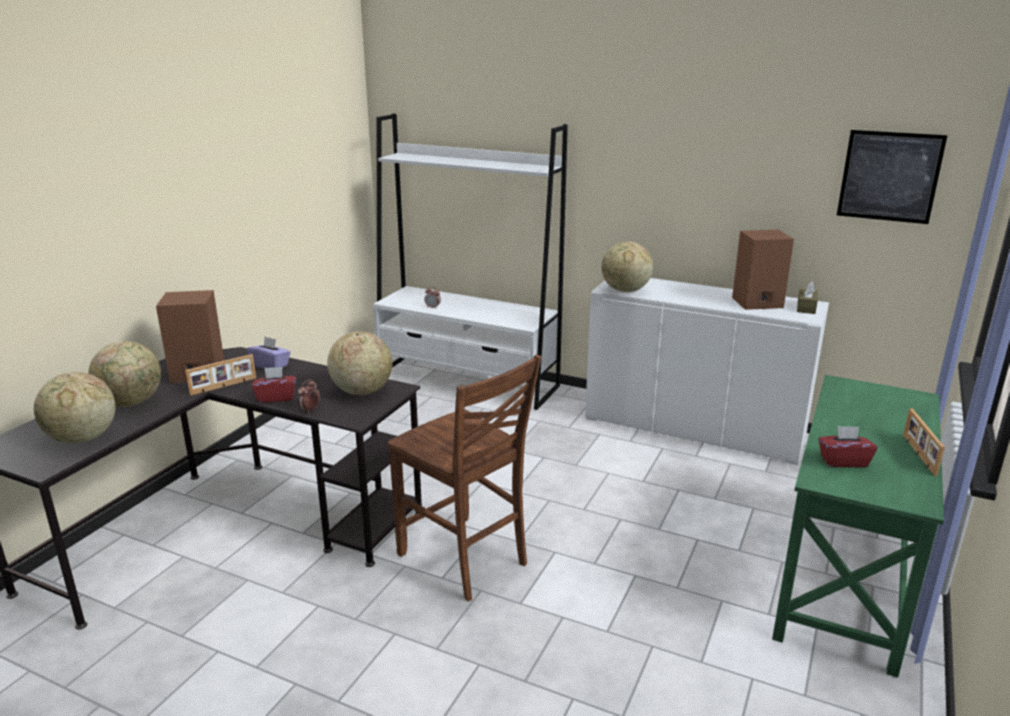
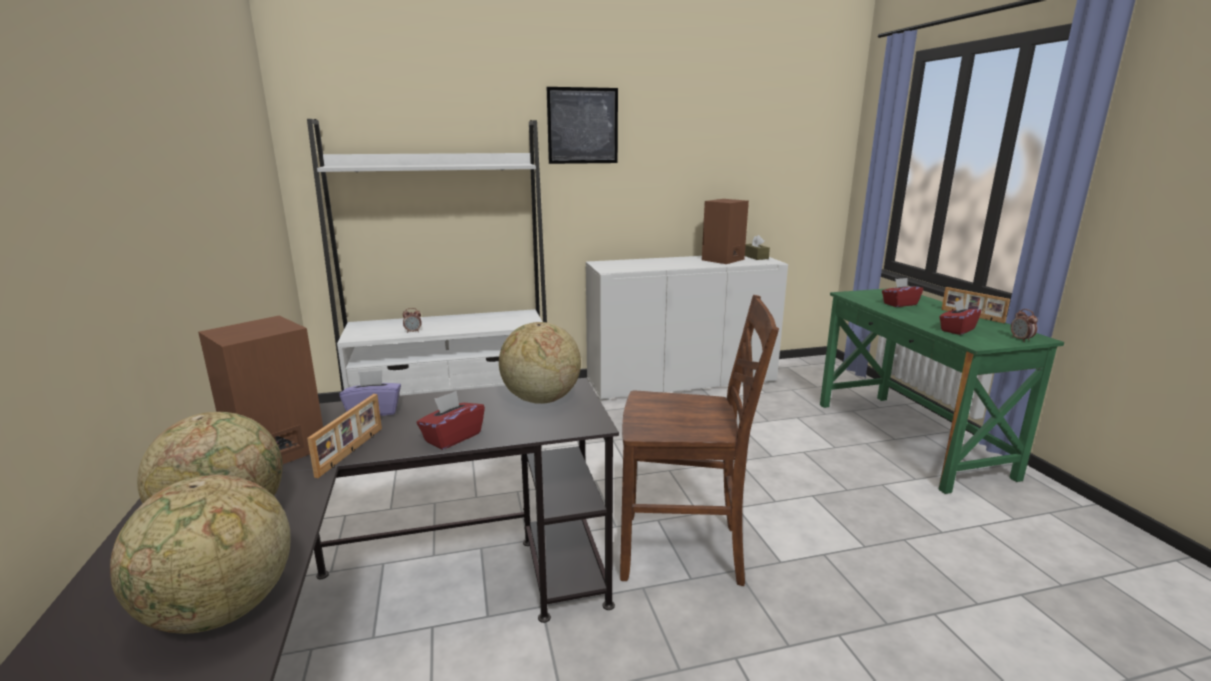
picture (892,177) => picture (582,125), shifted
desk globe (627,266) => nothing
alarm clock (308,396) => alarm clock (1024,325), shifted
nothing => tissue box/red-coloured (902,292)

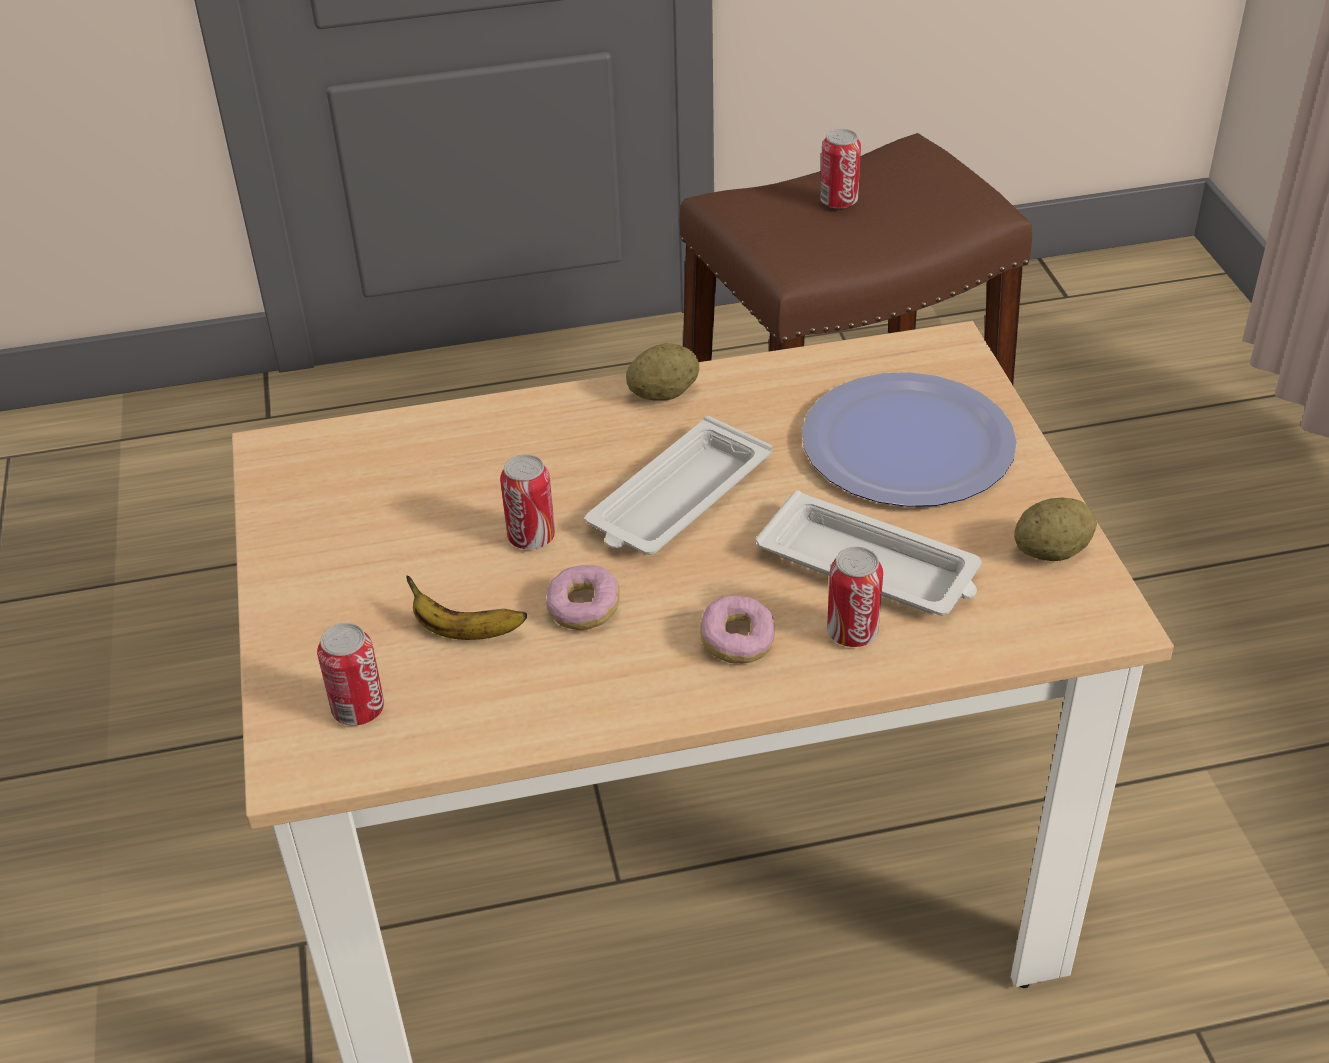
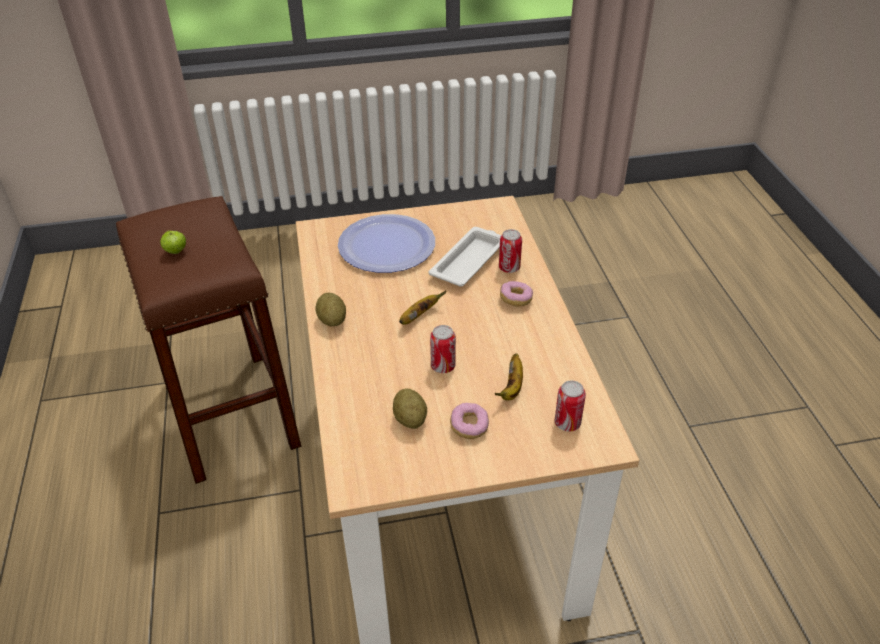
sealed can (840,169) => apple (173,242)
serving tray/white (678,485) => whole banana (422,308)
whole potato (1055,529) => whole potato (410,408), shifted
ring doughnut (583,597) => ring doughnut (469,421), shifted

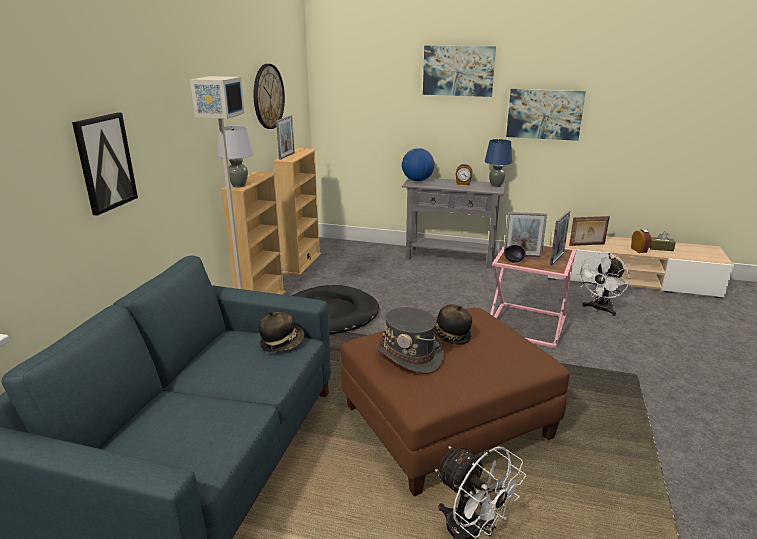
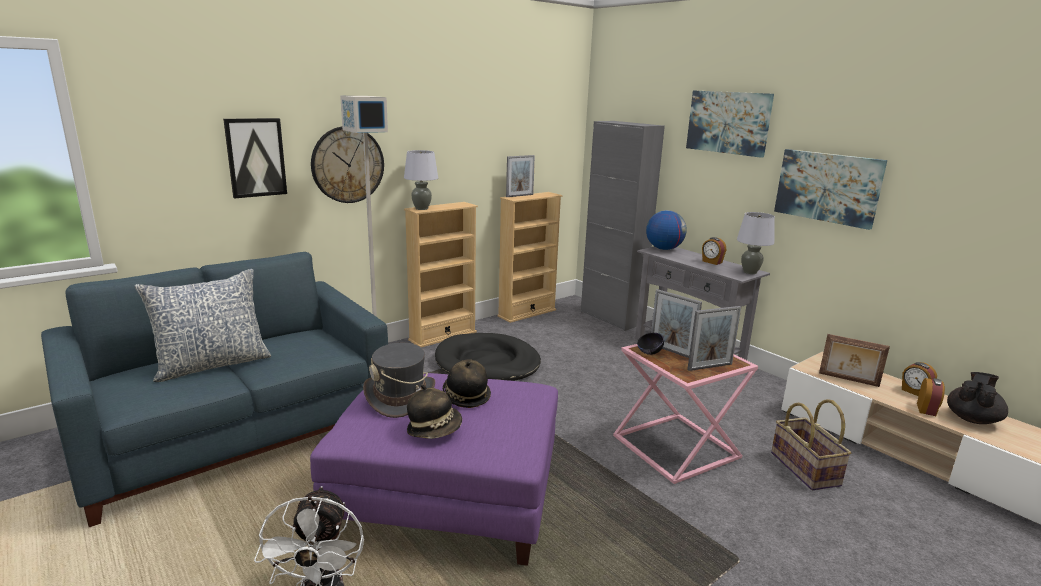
wall clock (269,96) => wall clock (347,165), shifted
lamp for a table/blue (498,163) => lamp for a table/greyish (756,243)
tissue box/brown (662,241) => teapot/black (977,398)
fan/white (603,284) => basket (811,444)
ottoman/brown (455,402) => ottoman/purplish (434,469)
wearable hat (282,332) => wearable hat (434,411), shifted
nothing => cabinet/greyish (623,226)
nothing => pillow (203,325)
nothing => alarm clock (919,379)

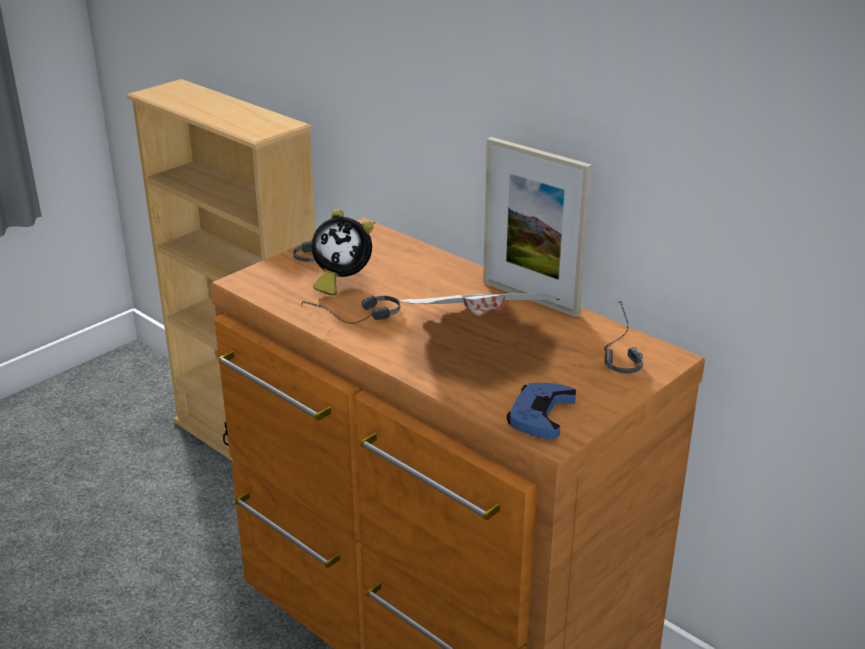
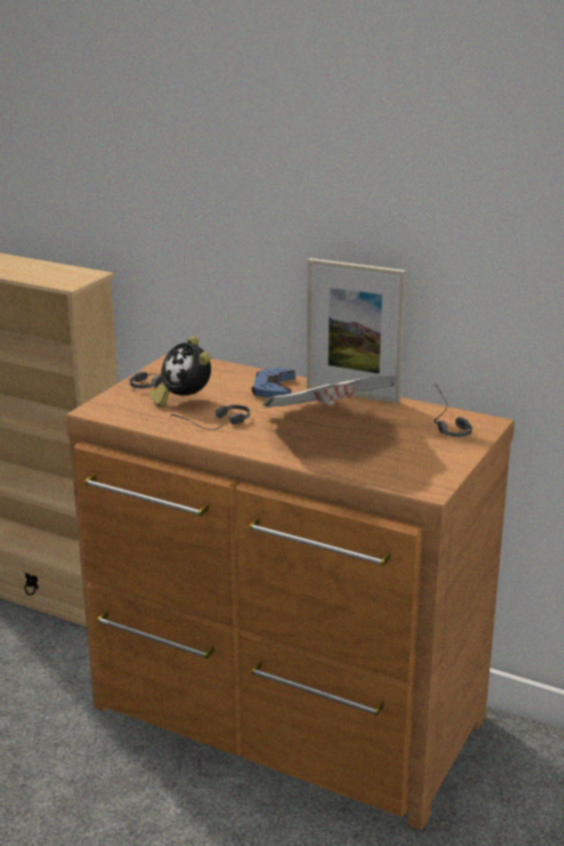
alarm clock (342,252) => alarm clock (180,371), 60 degrees clockwise
game controller/blue (541,411) => game controller/blue (273,383), shifted

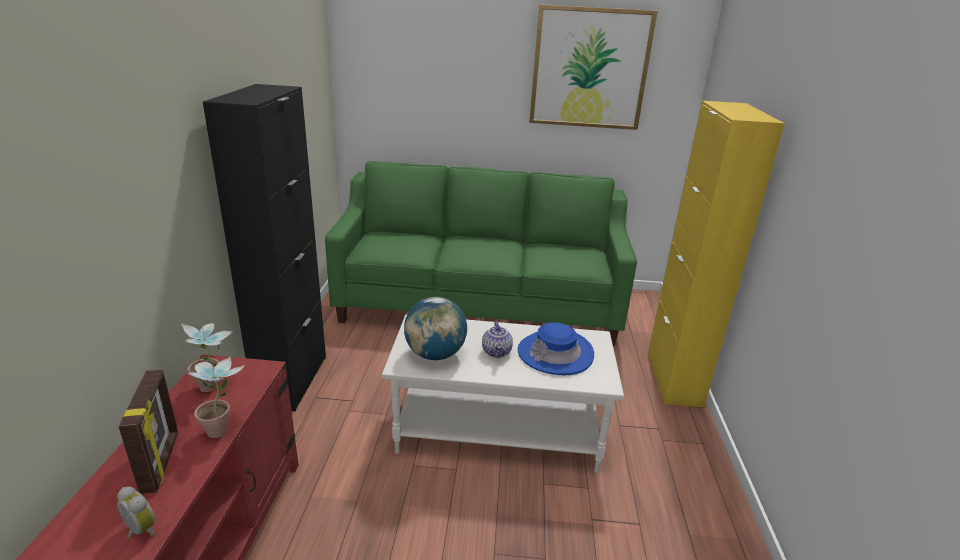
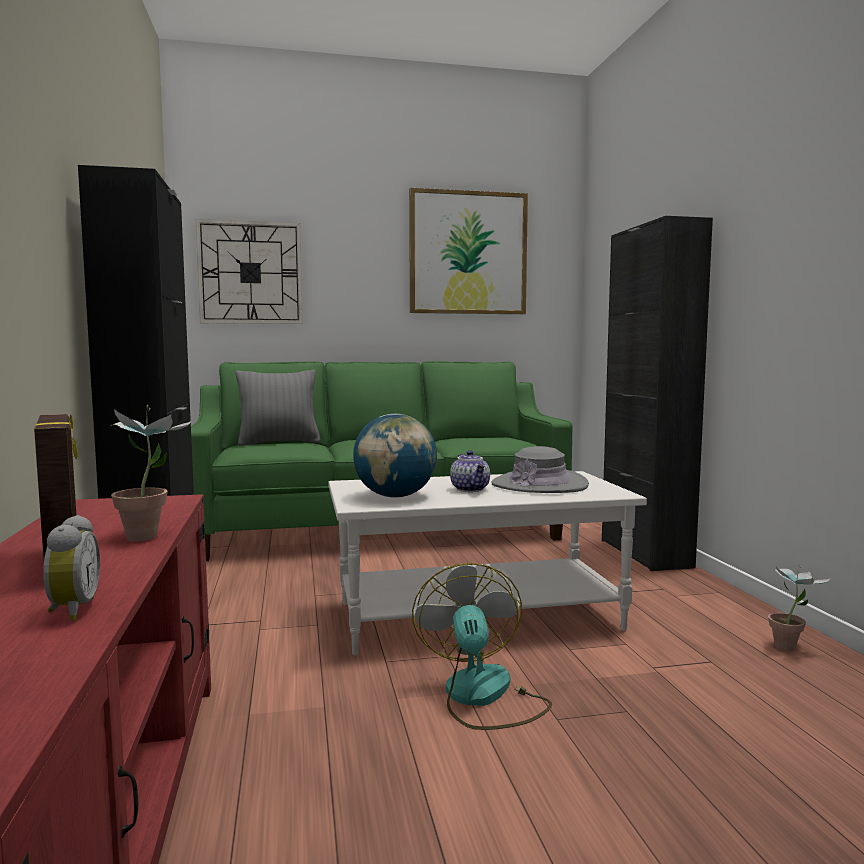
cabinet/yellow-coloured (716,254) => cabinet/black (657,393)
wearable hat/blue (556,348) => wearable hat/greyish (540,469)
houseplant (207,357) => houseplant (799,607), shifted
alarm clock (136,512) => alarm clock (71,568), 60 degrees clockwise
nothing => wall clock (249,271)
nothing => pillow/greyish (278,408)
nothing => fan (482,646)

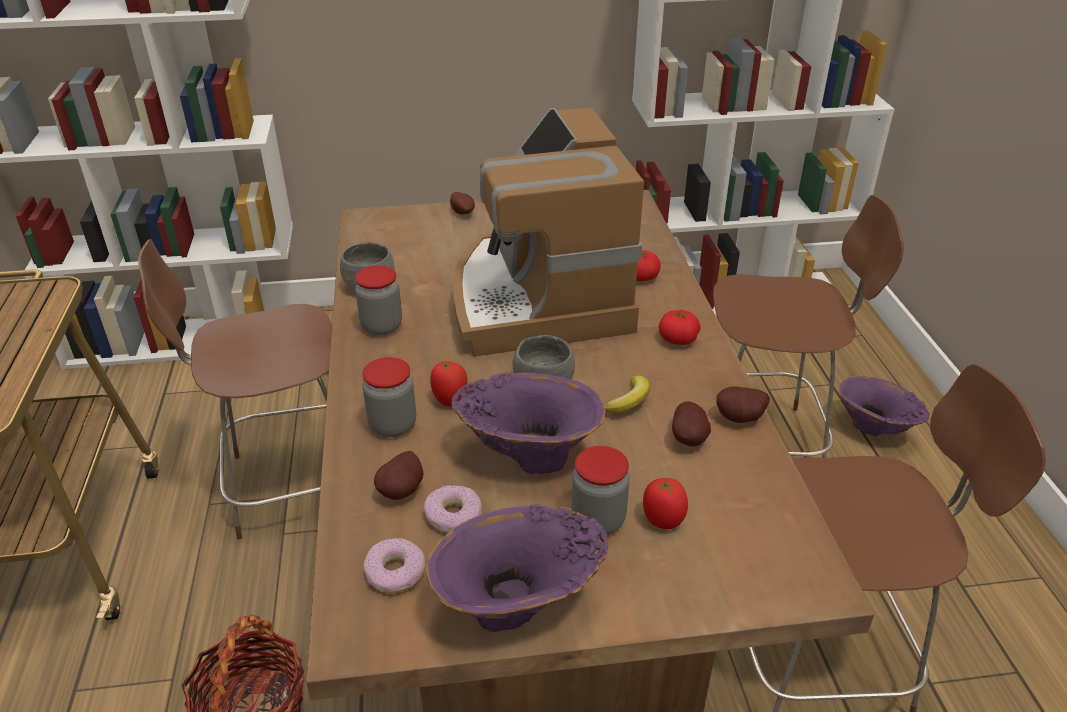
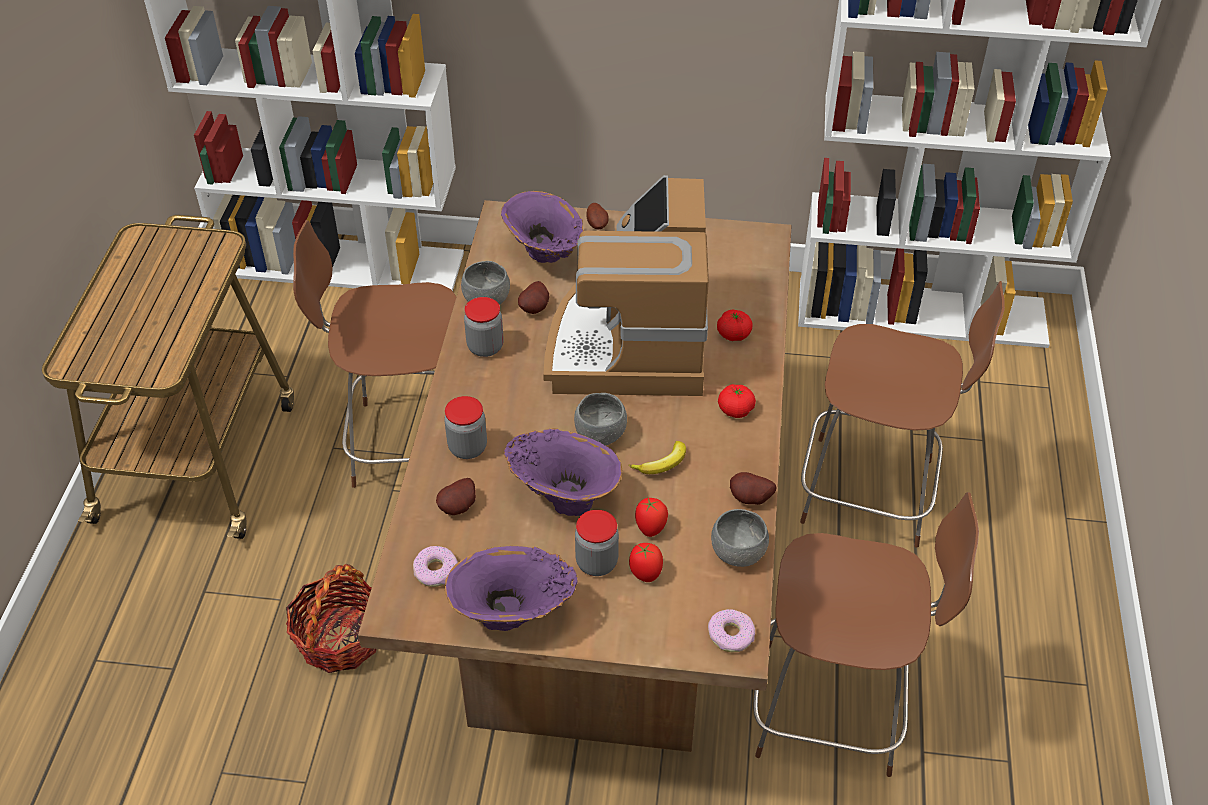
fresh tomato (449,383) => fresh tomato (651,517), shifted
flower vase/purplish (884,406) => flower vase/purplish (542,227), shifted
whole potato (691,424) => whole potato (533,297), shifted
ring doughnut (452,509) => ring doughnut (731,630), shifted
nothing => deep dish/greyish (740,538)

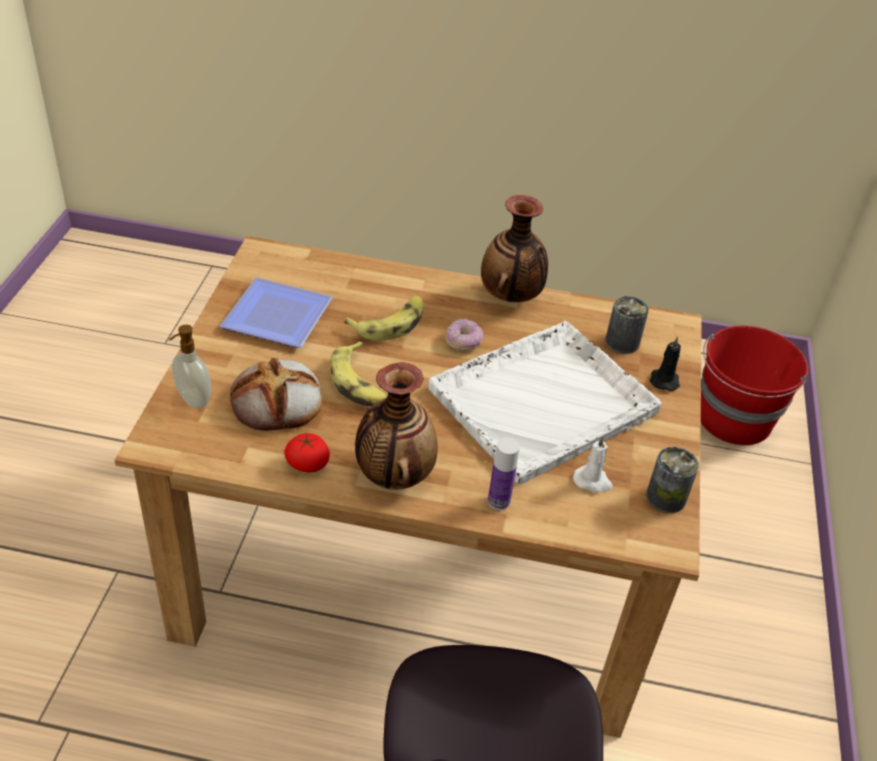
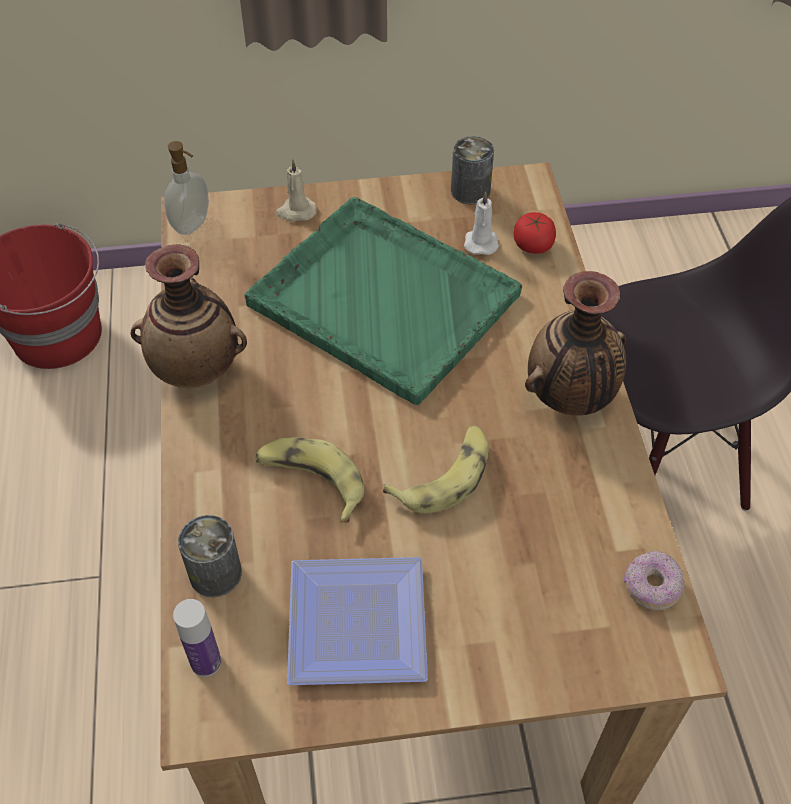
sealed can (627,325) => sealed can (210,556), shifted
ring doughnut (464,334) => ring doughnut (654,580), shifted
serving tray/white (544,403) => serving tray/green-coloured (383,301)
soap dispenser (190,367) => soap dispenser (186,188), shifted
wax candle/black (665,363) => wax candle/beige (296,190)
bakery bread (276,394) => nothing
fresh tomato (307,453) => fresh tomato (535,233), shifted
bottle (504,474) => bottle (197,638), shifted

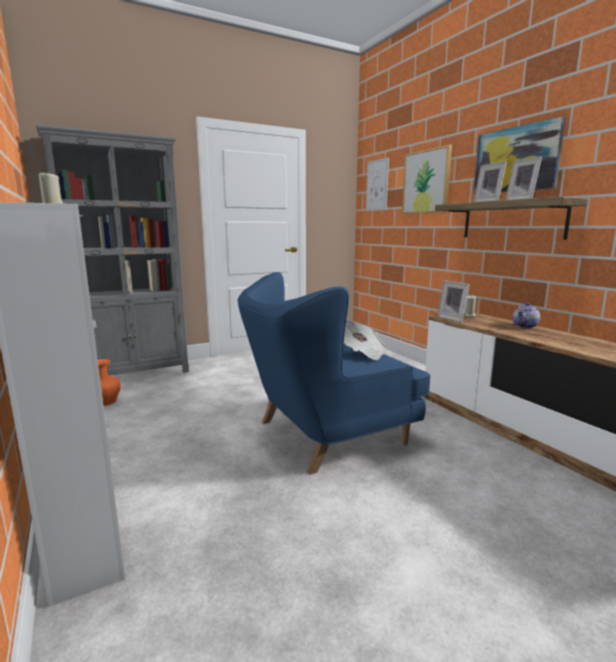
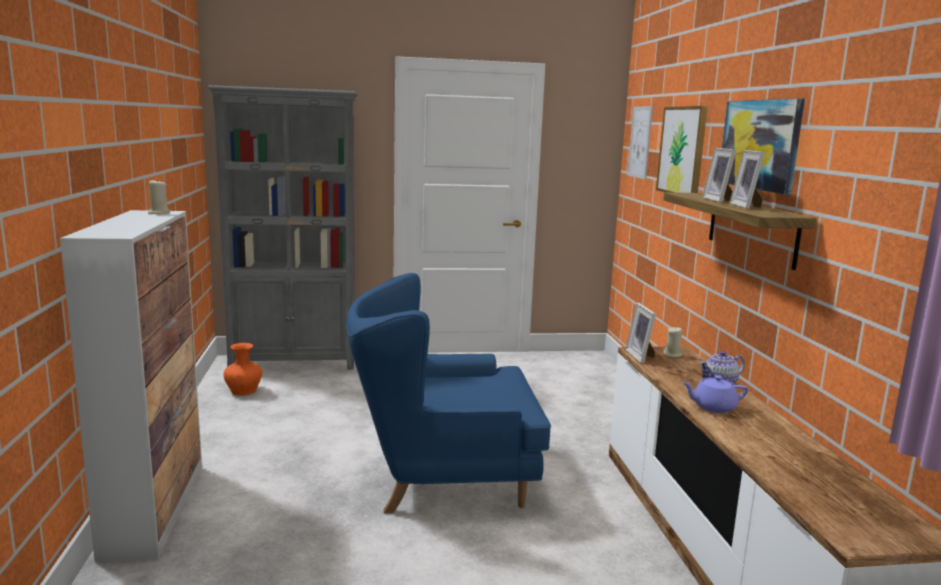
newspaper (366,340) => nothing
nothing => teapot/purplish (715,394)

